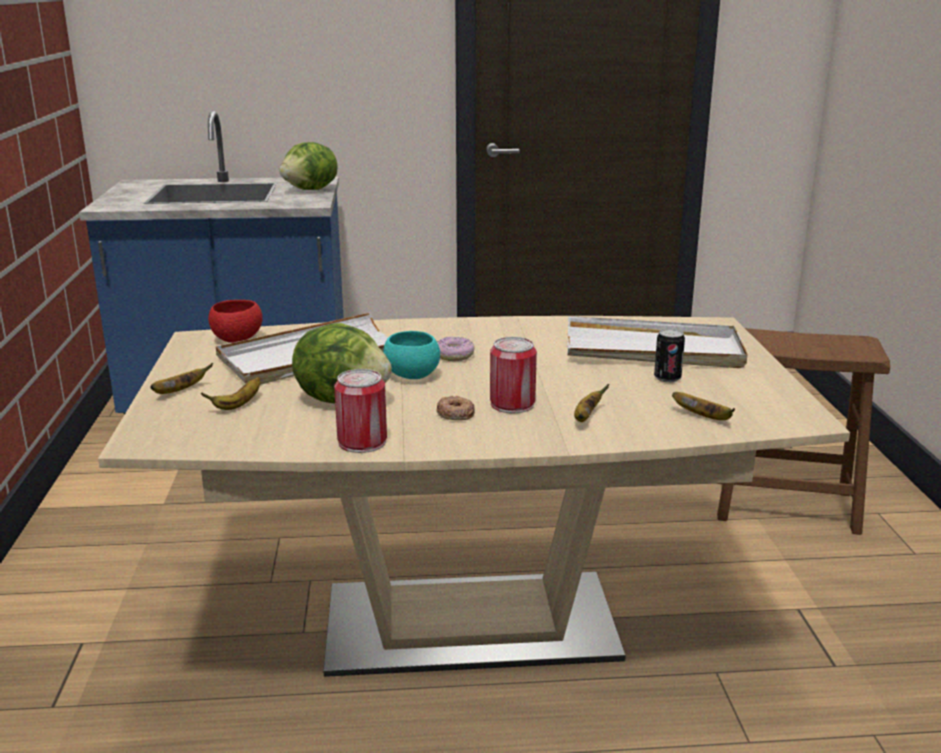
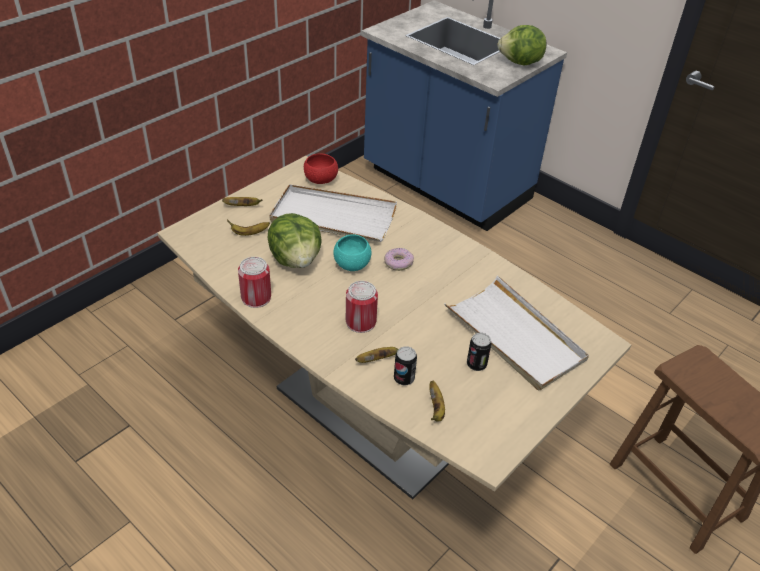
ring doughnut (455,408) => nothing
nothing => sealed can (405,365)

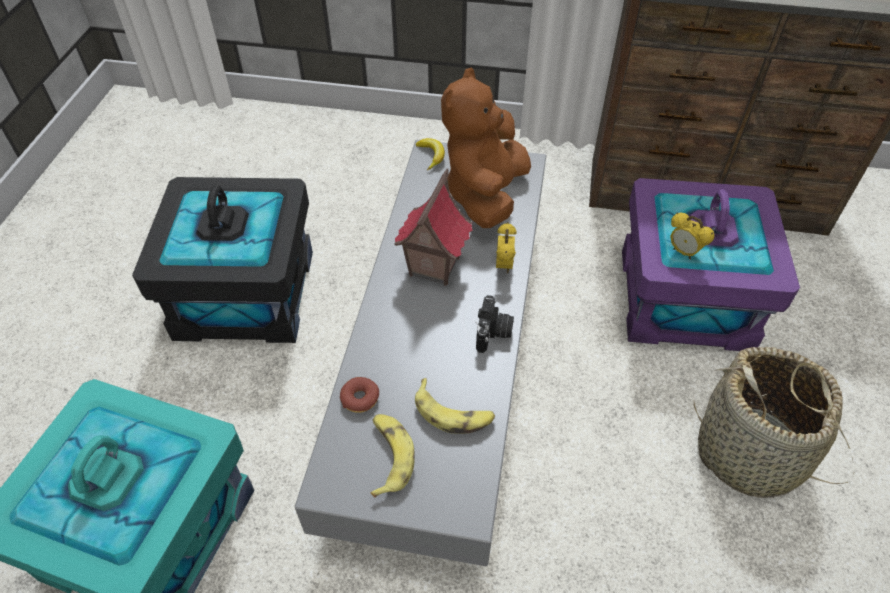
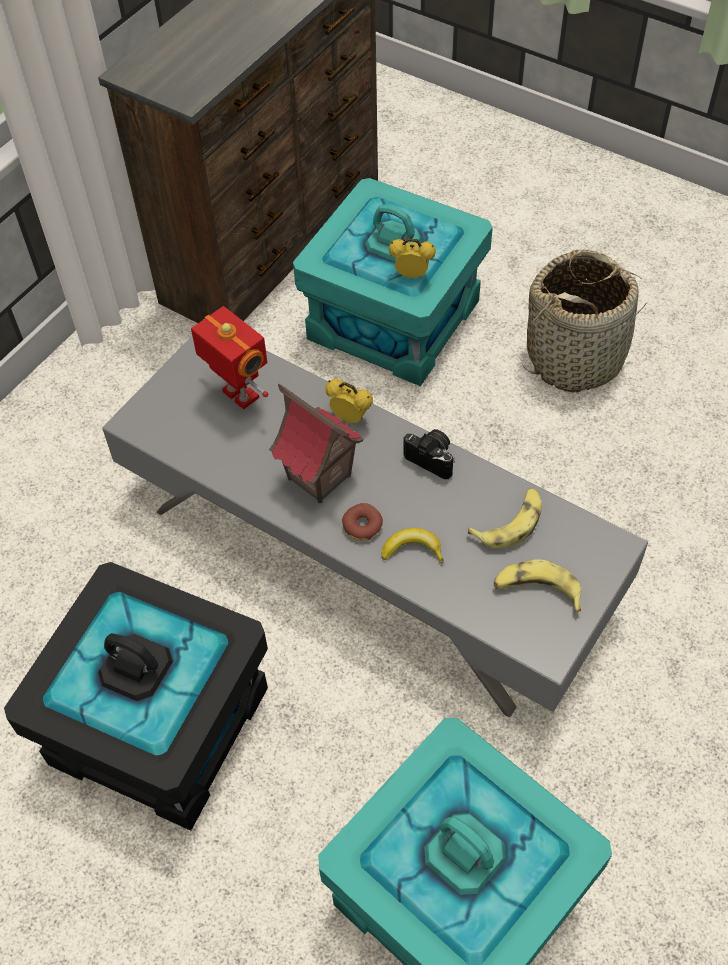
plush toy/brown (486,147) => model robot (229,357)
whole banana (430,154) => whole banana (413,545), shifted
storage bin/purplish (711,264) => storage bin/turquoise-coloured (393,282)
alarm clock (692,235) => alarm clock (412,258), 150 degrees counterclockwise
ring doughnut (359,395) => ring doughnut (362,521), shifted

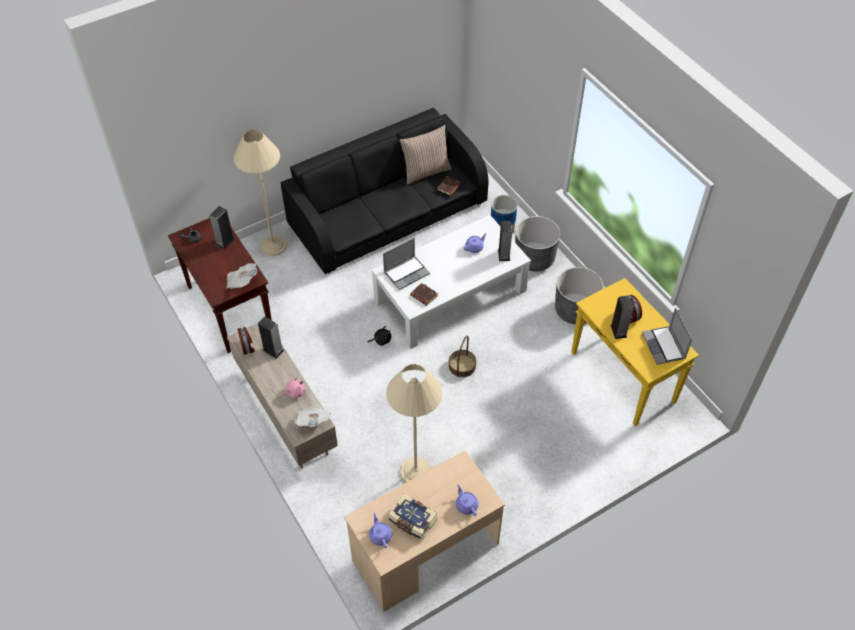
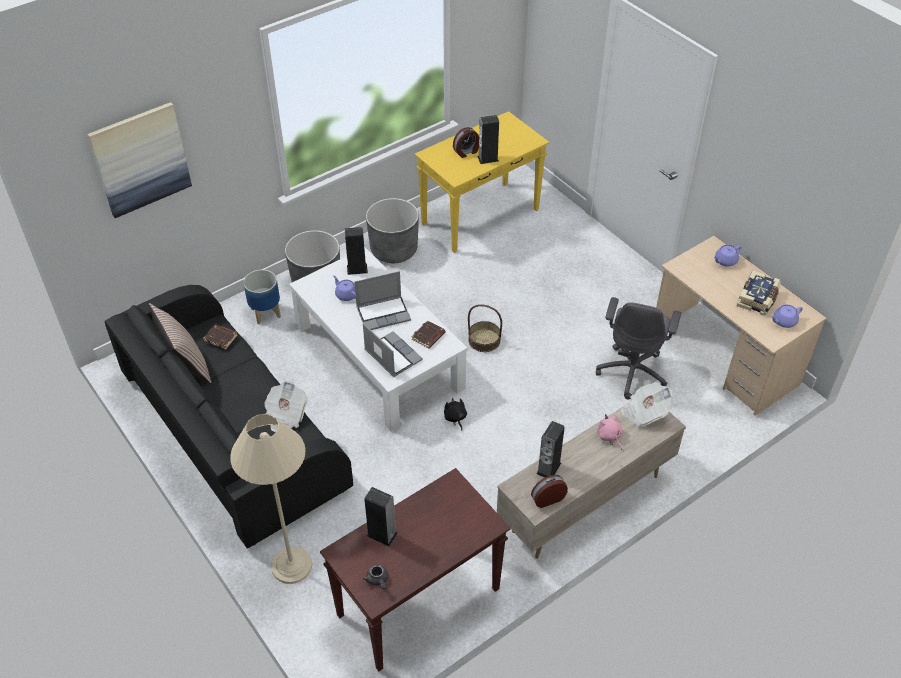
newspaper (241,276) => newspaper (286,406), shifted
laptop (667,336) => laptop (382,300), shifted
floor lamp/beige (414,423) => desk chair/greyish (638,348)
nothing => picture (140,160)

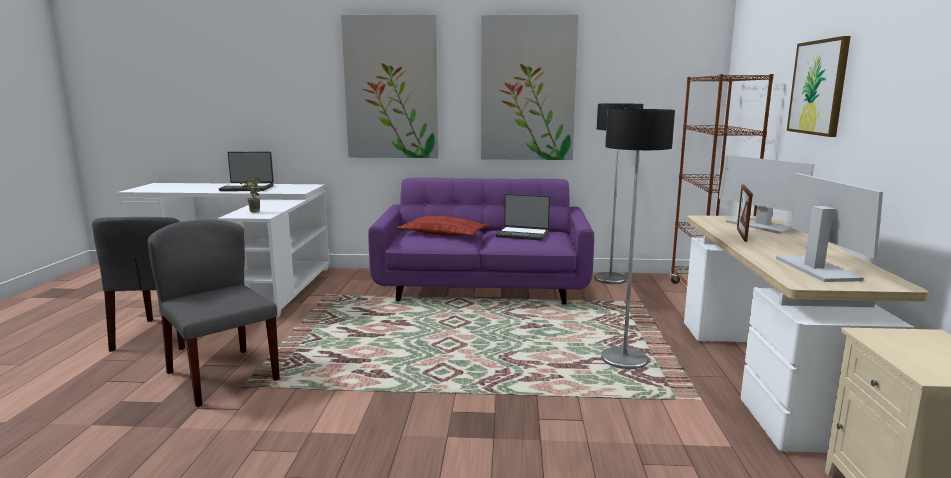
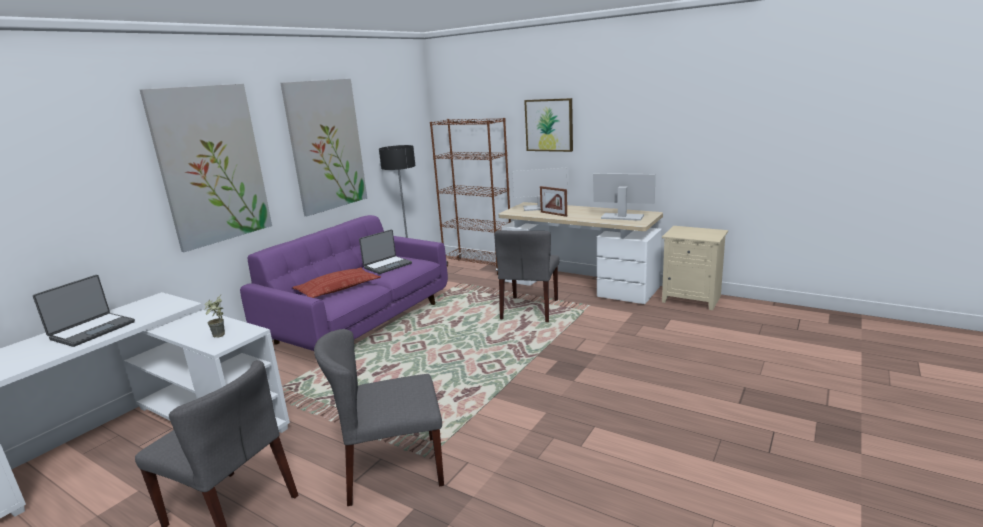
floor lamp (638,239) => chair/greyish (527,276)

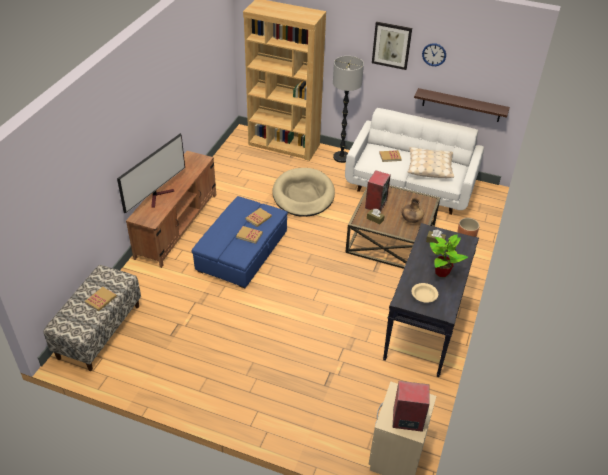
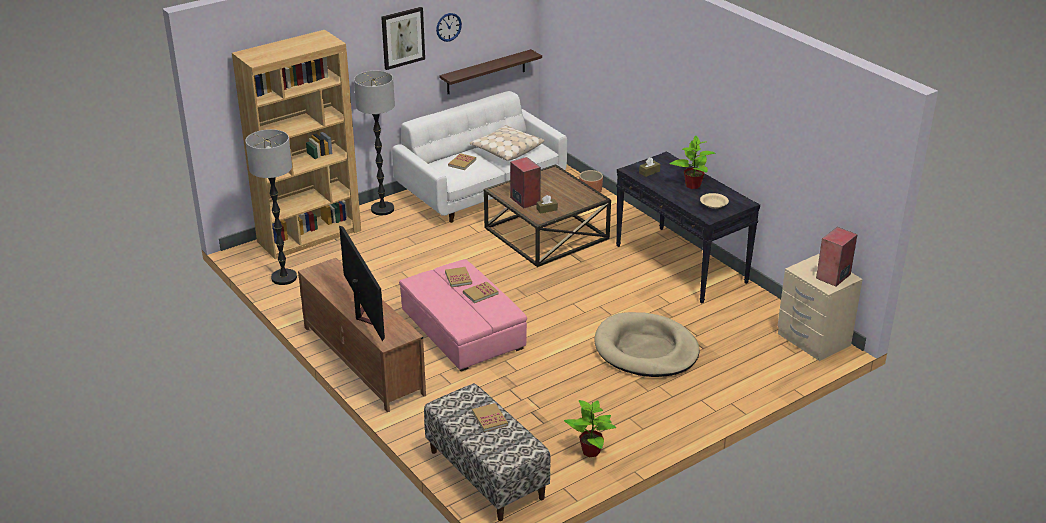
dog cushion/beige (303,192) => dog cushion/beige (647,344), shifted
ottoman/blue (240,242) => ottoman/pink (463,315)
flower vase/brown (413,210) => nothing
nothing => floor lamp (271,207)
nothing => houseplant (590,428)

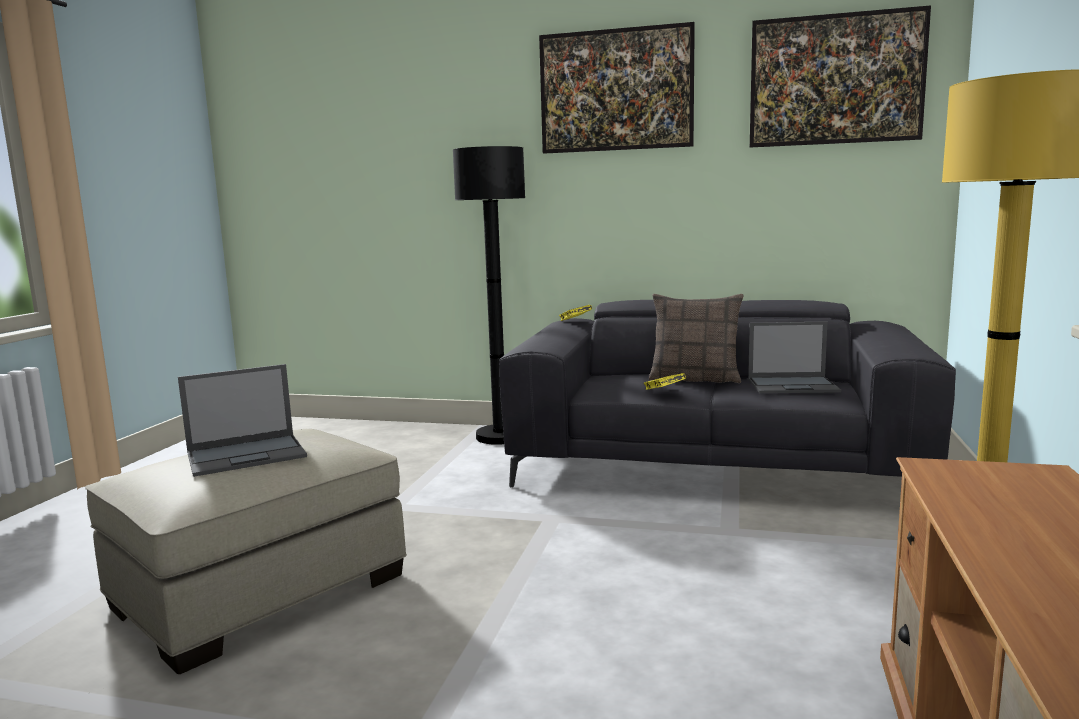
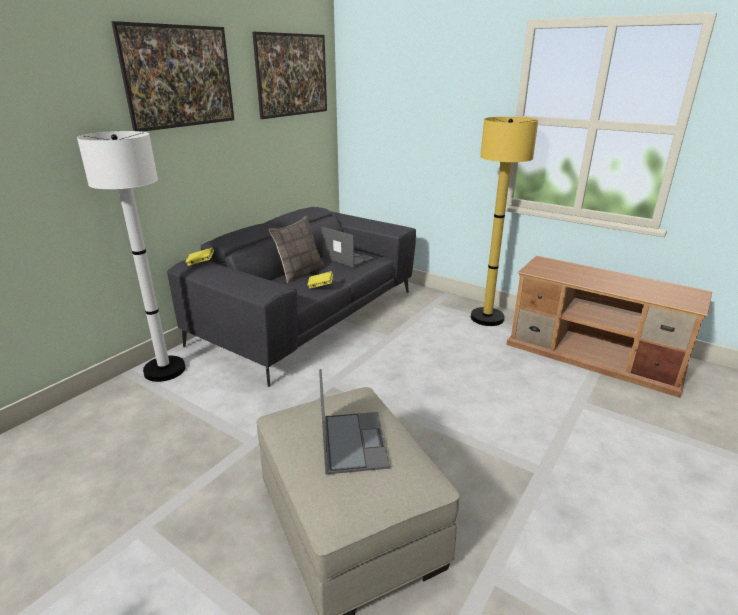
floor lamp/black (489,295) => floor lamp/white (131,256)
laptop (794,357) => laptop (348,247), 75 degrees counterclockwise

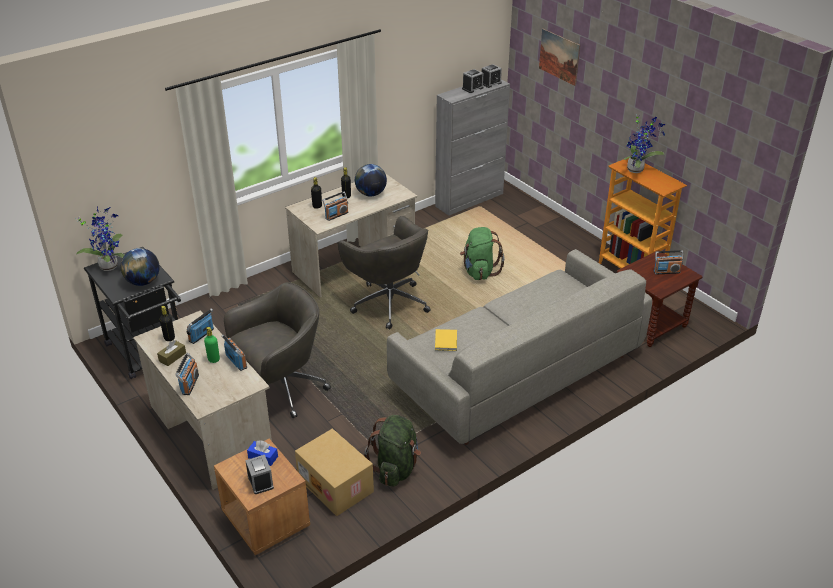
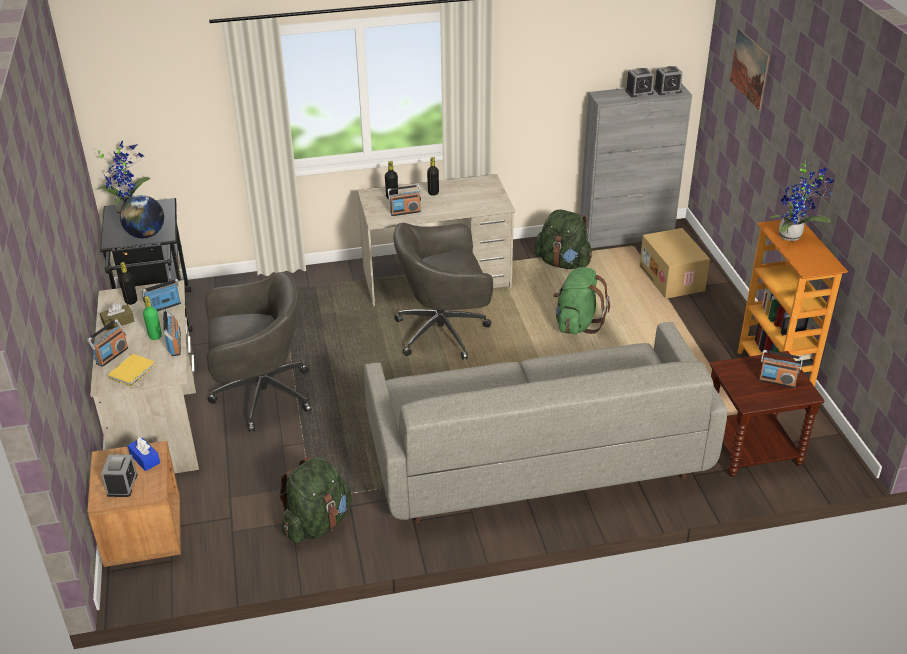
desk globe (371,180) => nothing
desk chair/greyish (384,273) => desk chair/greyish (443,291), 90 degrees clockwise
bound book/yellow-coloured (446,340) => bound book/yellow-coloured (131,370), shifted
cardboard box (334,472) => cardboard box (674,263), shifted
nothing => knapsack/green-coloured (563,239)

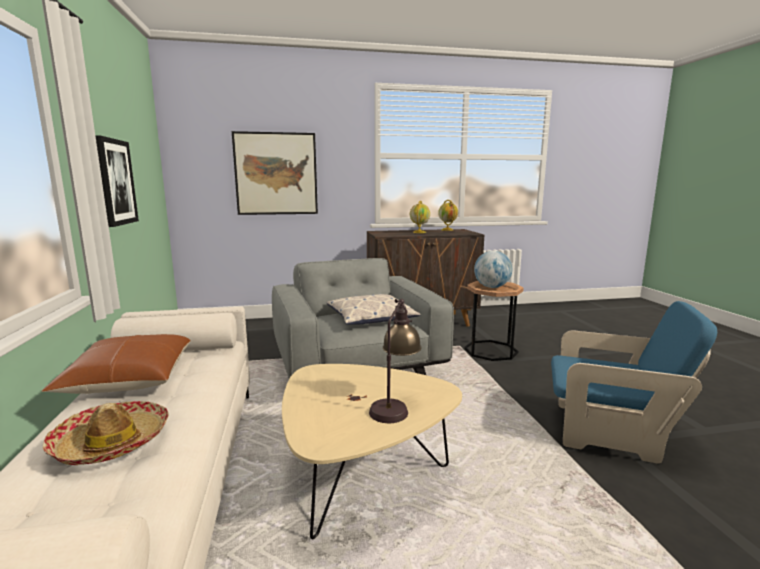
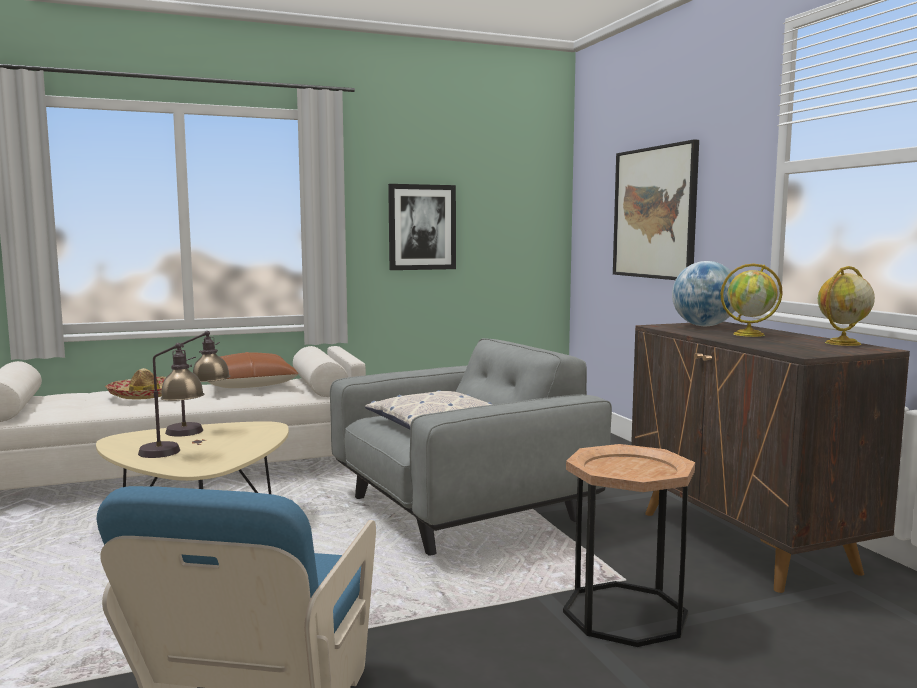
desk globe (493,269) => desk globe (703,293), shifted
nothing => lamp for a table (197,383)

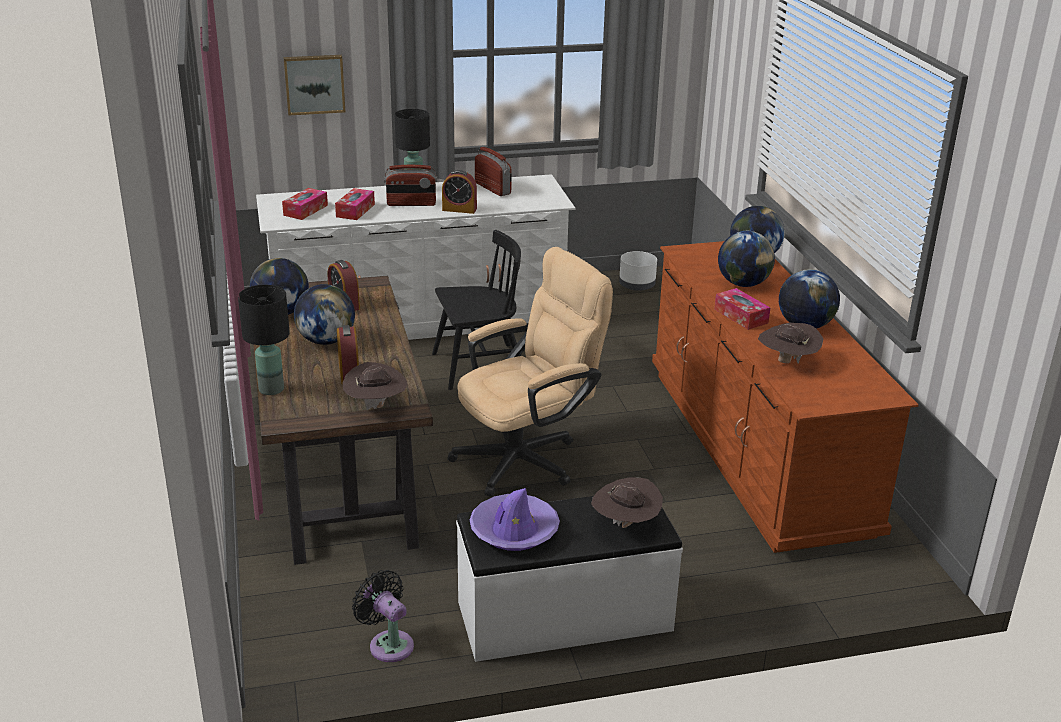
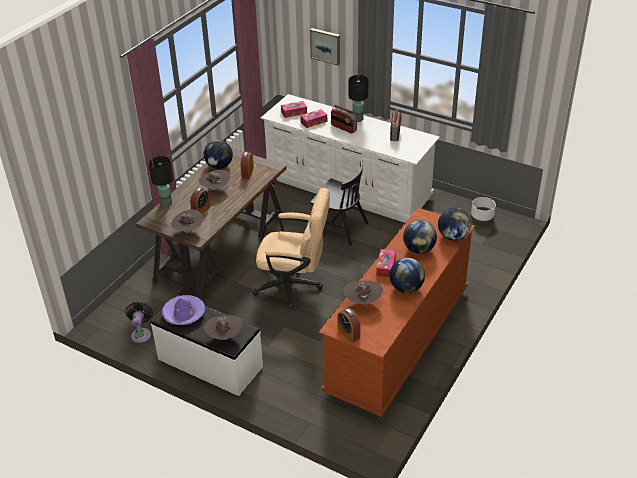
alarm clock (459,192) => alarm clock (349,325), shifted
desk globe (324,314) => wearable hat/brown (214,180)

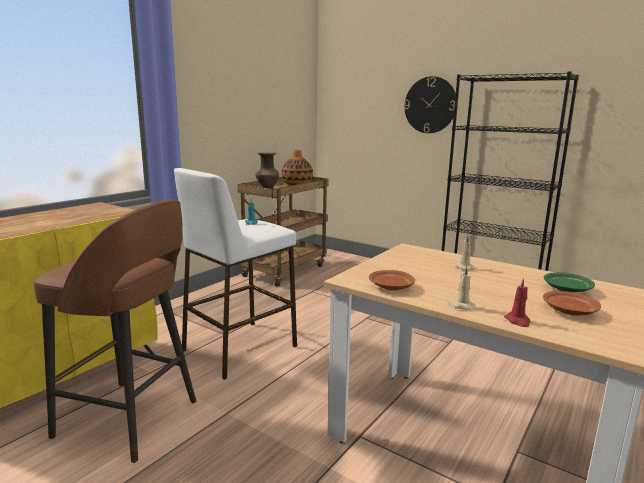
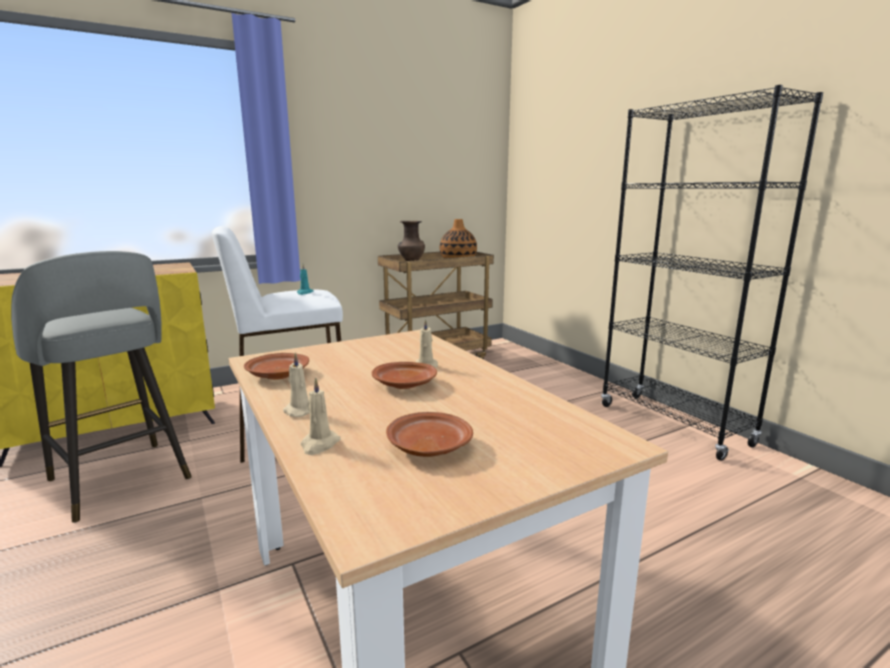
wall clock (430,104) => nothing
sitting stool/brown (115,331) => sitting stool/greyish (101,387)
flat dish/green-coloured (569,282) => nothing
wax candle/red-coloured (517,302) => wax candle/beige (321,416)
nothing => flat dish/brown (404,375)

